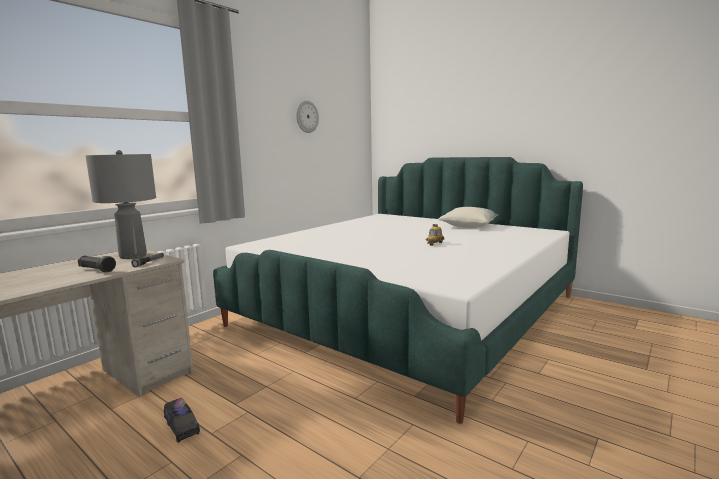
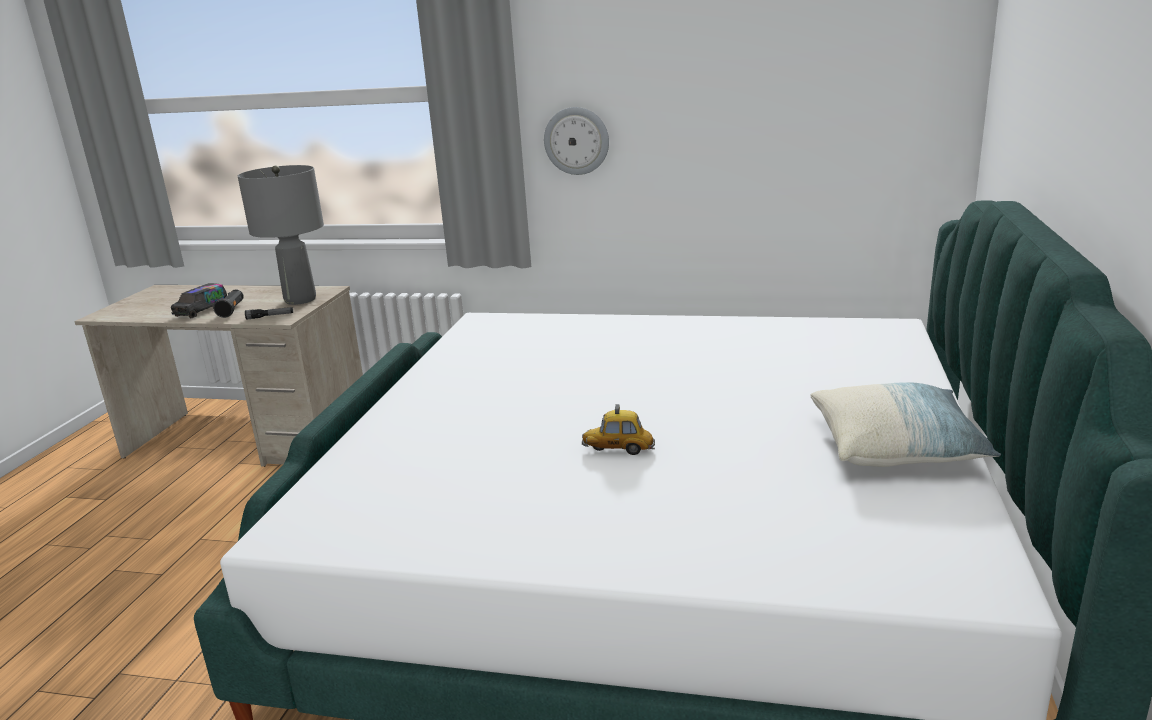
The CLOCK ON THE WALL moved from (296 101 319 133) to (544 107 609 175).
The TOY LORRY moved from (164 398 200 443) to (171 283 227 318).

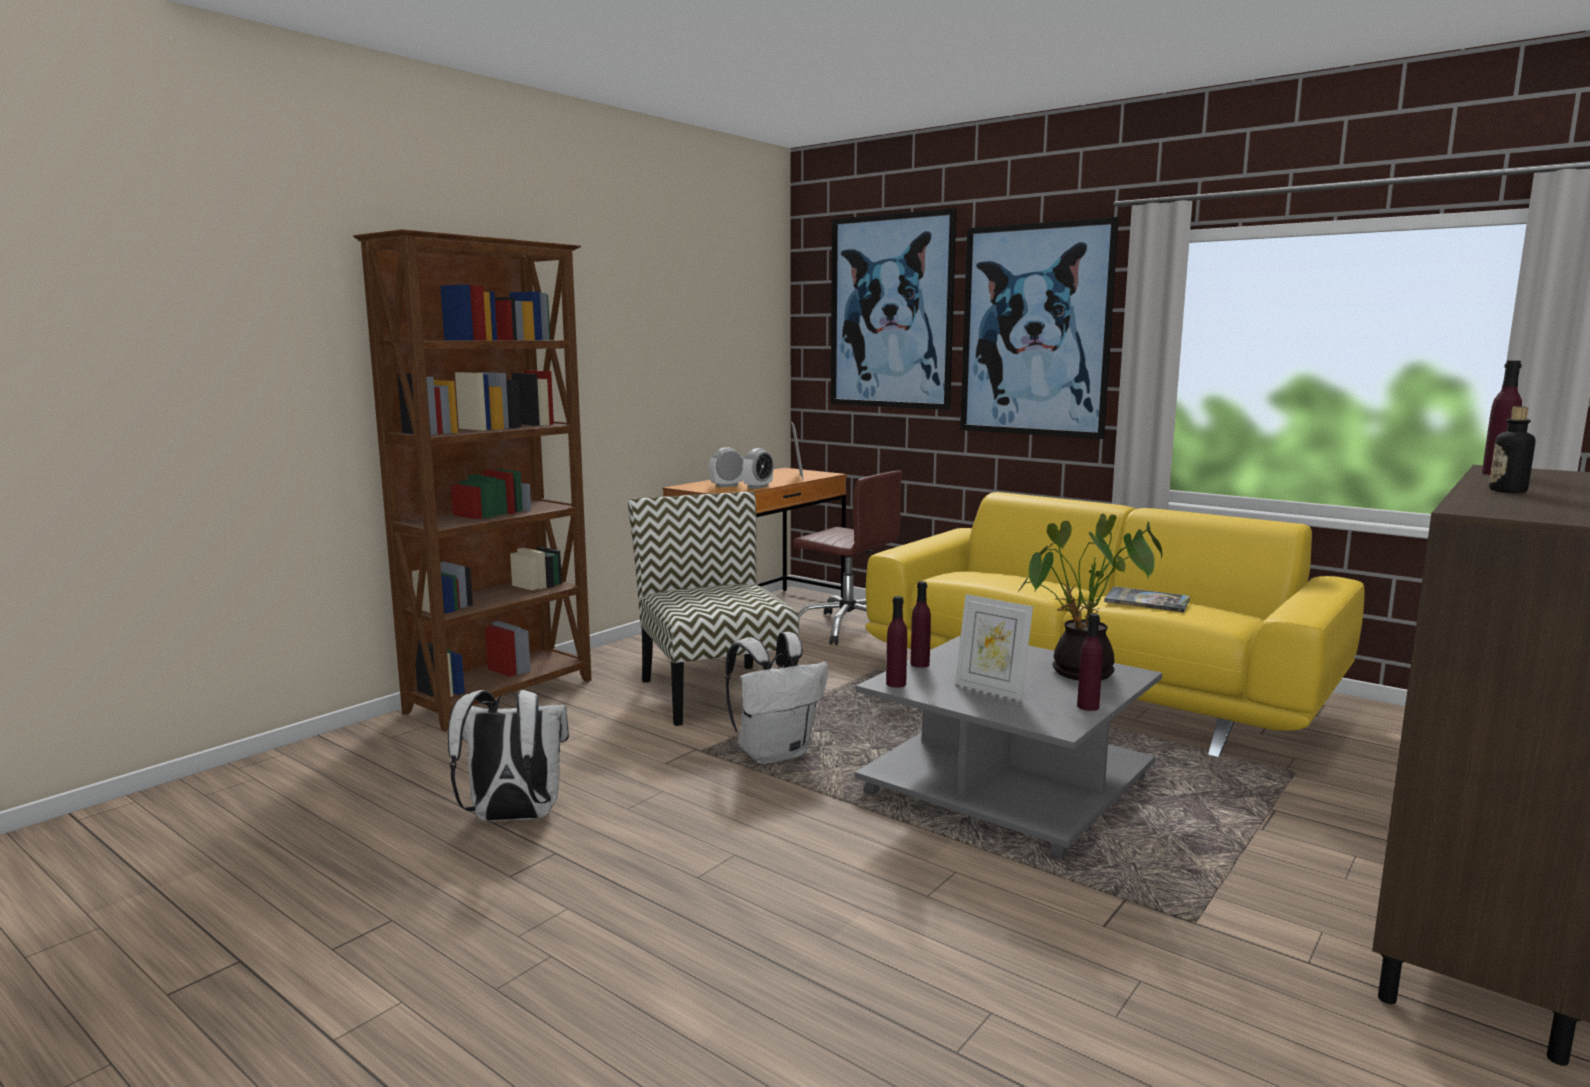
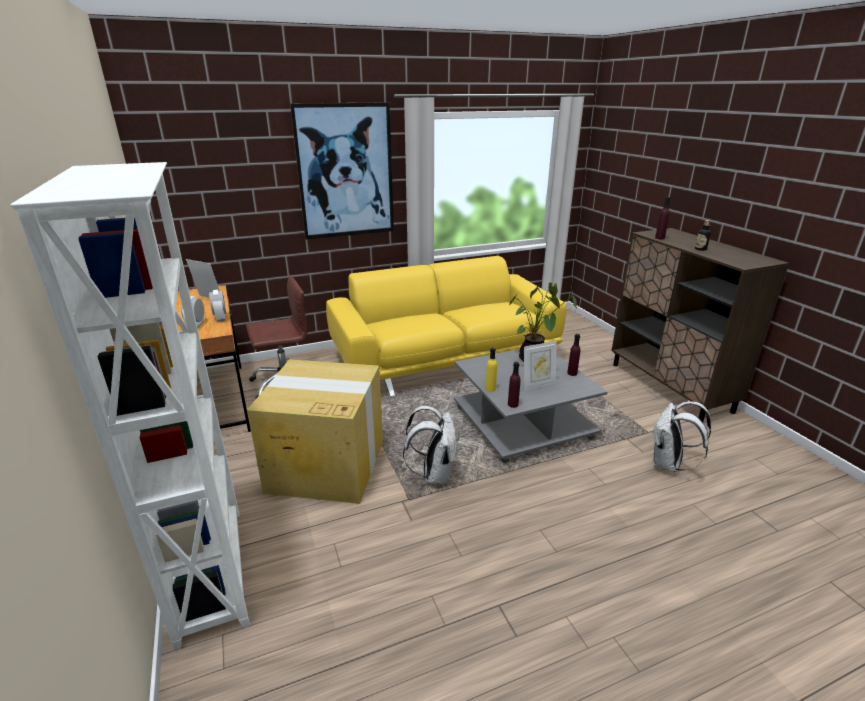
The WALL PICTURE at (831 208 957 410) disappeared.
The BROWNISH BOOKCASE at (353 229 592 731) became the WHITISH BOOKCASE at (10 162 250 650).
The CHAIR at (628 492 799 726) was replaced by the CARTON at (247 360 383 504).
The PURPLISH DRINK BOTTLE at (910 581 931 668) became the YELLOW-COLOURED DRINK BOTTLE at (486 348 497 392).
The VOLUME at (1104 586 1190 612) disappeared.
The WHITISH KNAPSACK moved from (448 690 569 821) to (653 401 711 473).

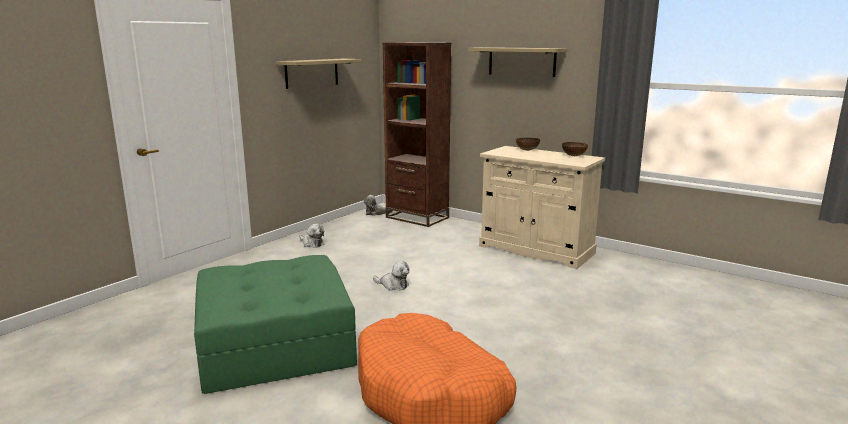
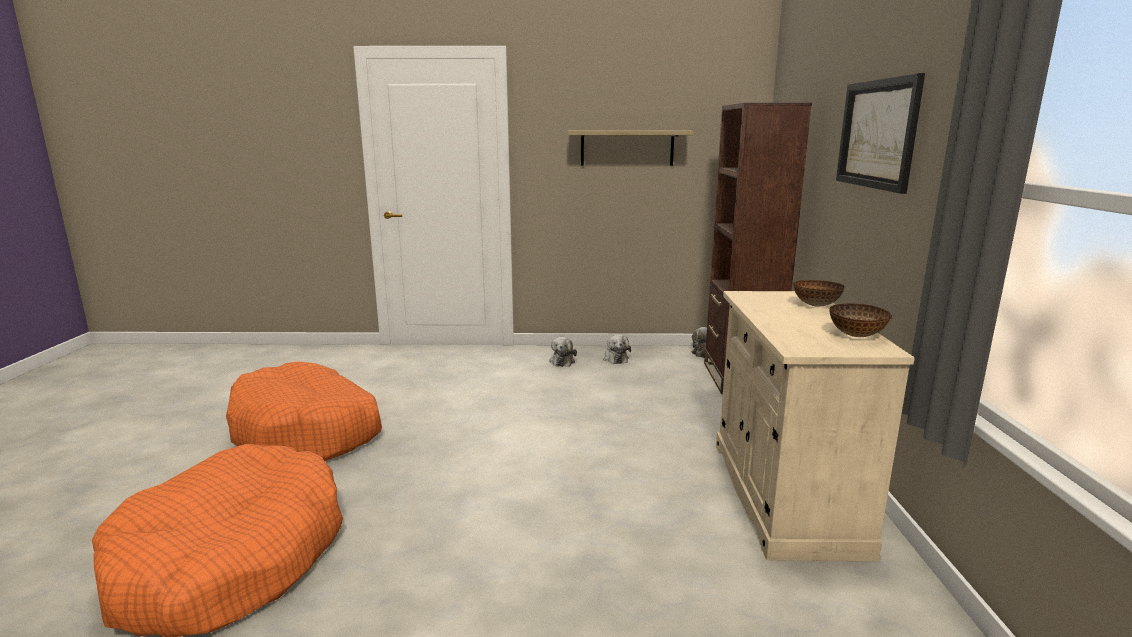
The BRACKET SHELF at (468 47 567 77) was replaced by the WALL PICTURE at (836 73 925 194).
The GREENISH POUFFE at (194 255 357 394) was replaced by the ORANGE PET BED at (226 361 382 461).
The CUDDLY TOY moved from (373 261 409 291) to (603 334 631 364).

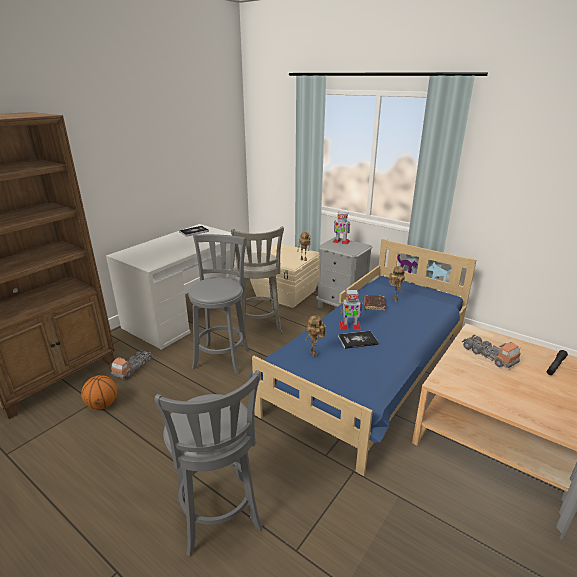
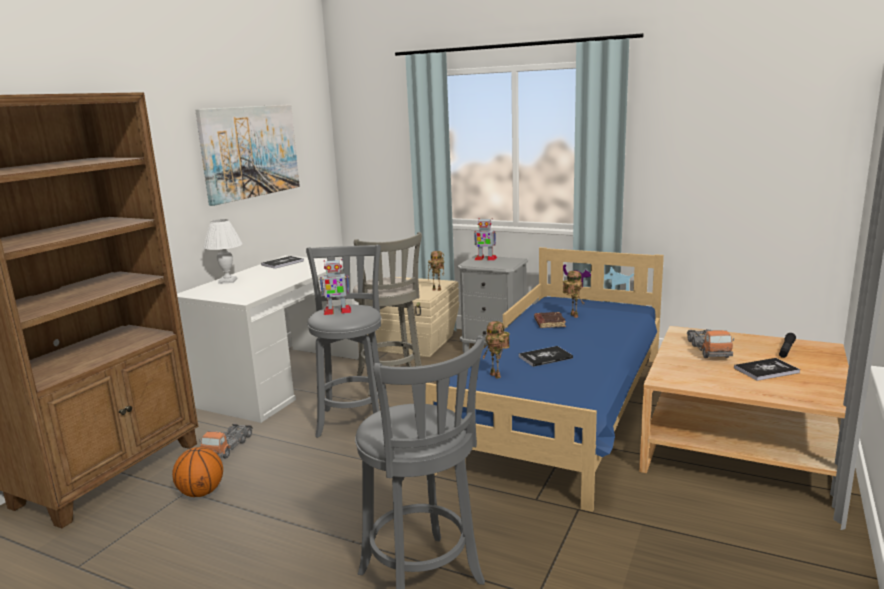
The MODEL ROBOT moved from (340 290 363 329) to (319 259 351 315).
The TOY LORRY at (462 335 521 368) turned 45 degrees clockwise.
The WALL PICTURE at (195 105 300 206) appeared.
The WHITISH TABLE LAMP at (203 219 243 284) appeared.
The VOLUME at (734 358 800 381) appeared.

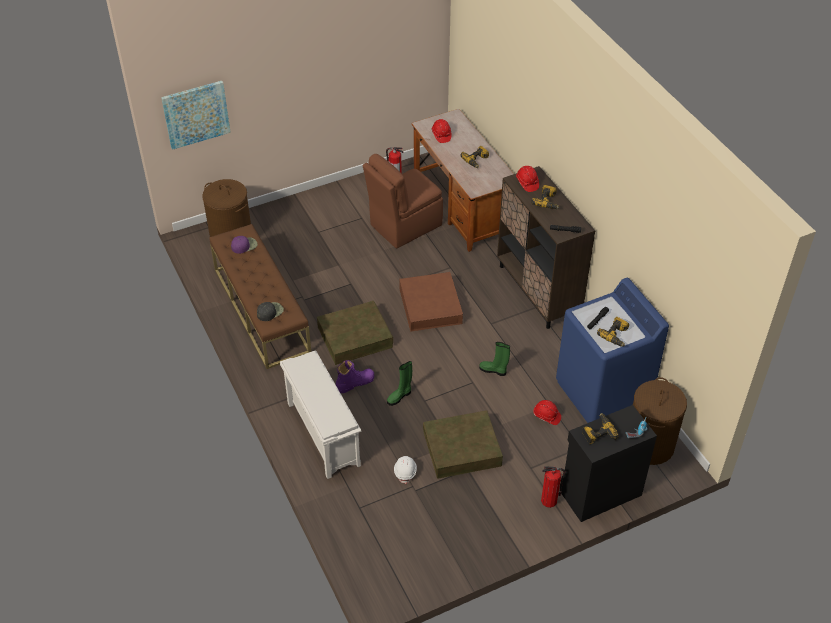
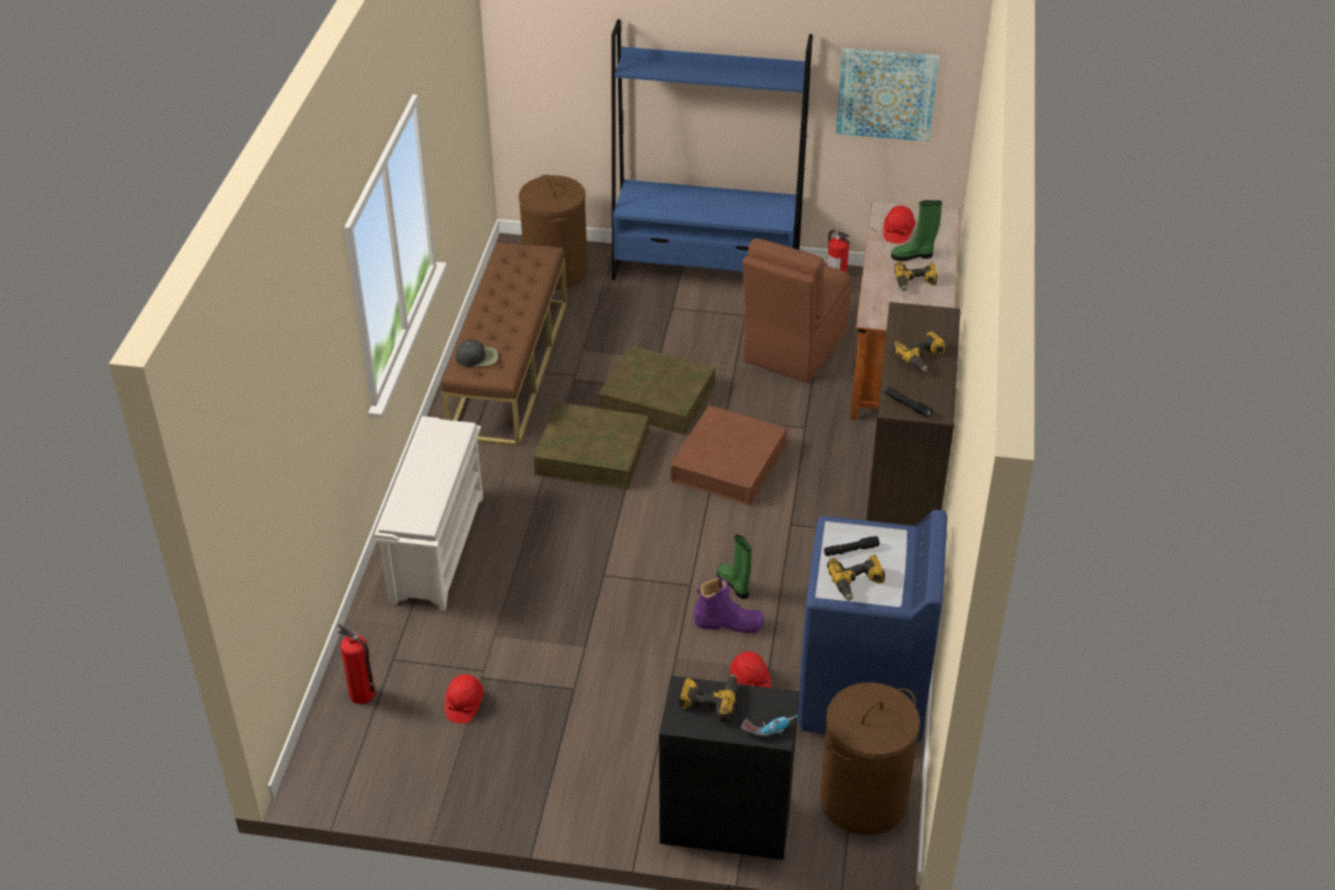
The WALL PICTURE moved from (161 81 231 150) to (836 48 939 142).
The BROWNISH CHAIR at (363 154 443 248) turned 60 degrees counterclockwise.
The REDDISH HARD HAT moved from (516 166 539 192) to (445 674 484 724).
The PURPLISH PEAKED CAP at (231 236 258 254) disappeared.
The PURPLISH TALL BOOT moved from (336 360 375 393) to (694 577 764 633).
The GREENISH TALL BOOT moved from (387 361 412 406) to (891 200 942 261).
The BROWNISH STORAGE CONTAINER moved from (423 410 503 479) to (598 346 716 435).
The WHITISH HARD HAT at (394 456 417 484) disappeared.
The EXTINGUISHER moved from (541 466 566 508) to (338 624 375 704).
The BLUE-COLOURED BOOKCASE at (611 19 813 280) appeared.

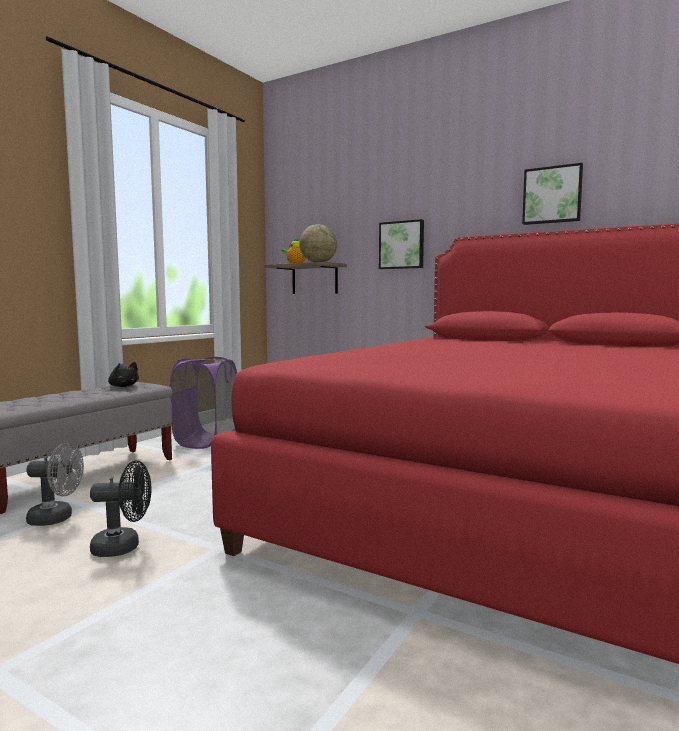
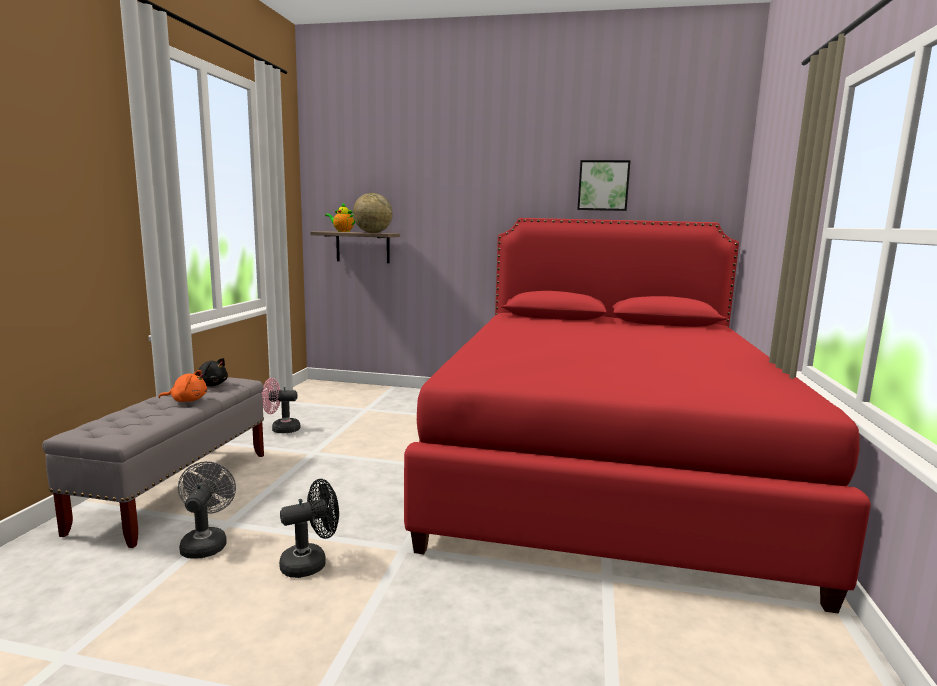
The WALL PICTURE at (379 219 424 269) disappeared.
The PURPLISH LAUNDRY BASKET at (170 357 237 449) was replaced by the PINK-COLOURED COOLING FAN at (261 378 300 433).
The GREY COOLING FAN at (26 442 84 526) turned 75 degrees counterclockwise.
The ORANGE CUDDLY TOY at (159 370 207 402) appeared.

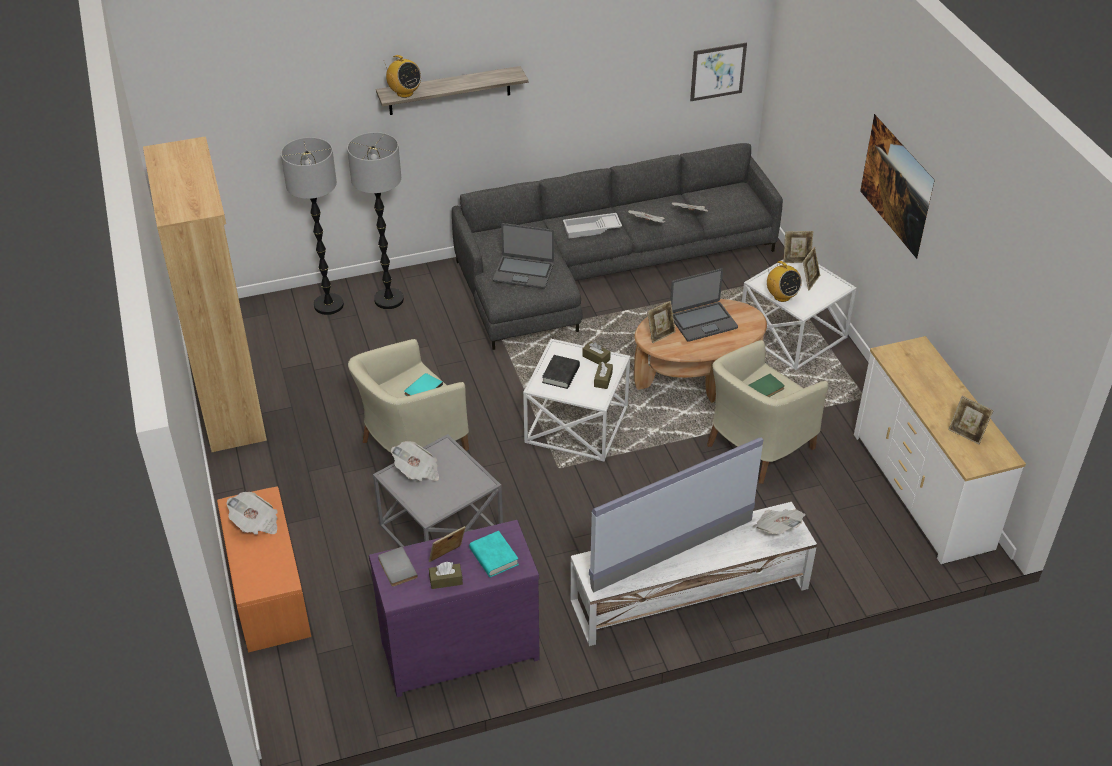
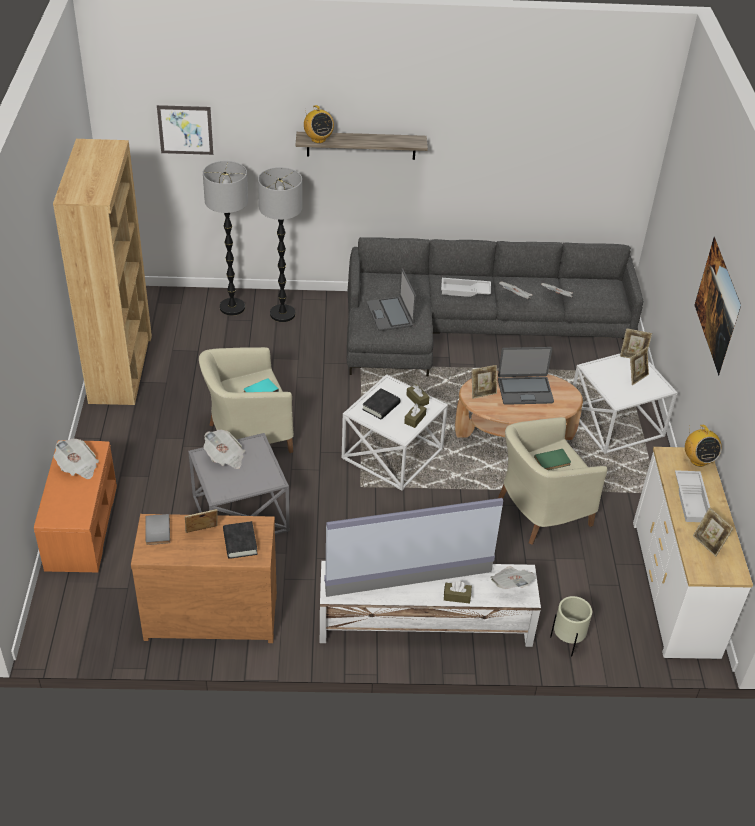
The WALL PICTURE moved from (690 42 747 101) to (157 105 213 155).
The NOTEBOOK COMPUTER at (493 223 554 289) turned 45 degrees clockwise.
The RADIO RECEIVER moved from (767 261 802 302) to (685 425 722 467).
The PURPLISH DRESSER at (369 520 540 697) became the BROWNISH DRESSER at (131 514 277 643).
The TURQUOISE VOLUME at (469 531 519 577) became the BLACK-COLOURED VOLUME at (223 521 258 559).
The BROWNISH TISSUE BOX moved from (429 562 463 589) to (444 581 472 604).
The WHITISH TRAY at (675 470 710 522) appeared.
The BEIGE PLANT POT at (550 596 592 656) appeared.

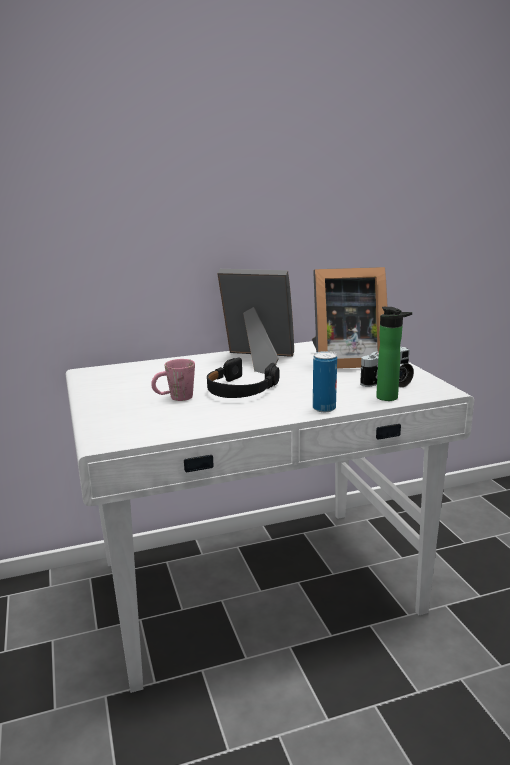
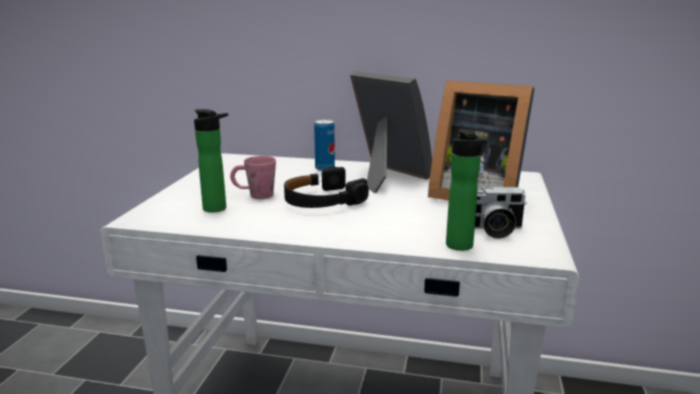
The CAN moved from (313 351 337 412) to (314 119 335 171).
The DRINK BOTTLE at (194 109 228 212) appeared.

